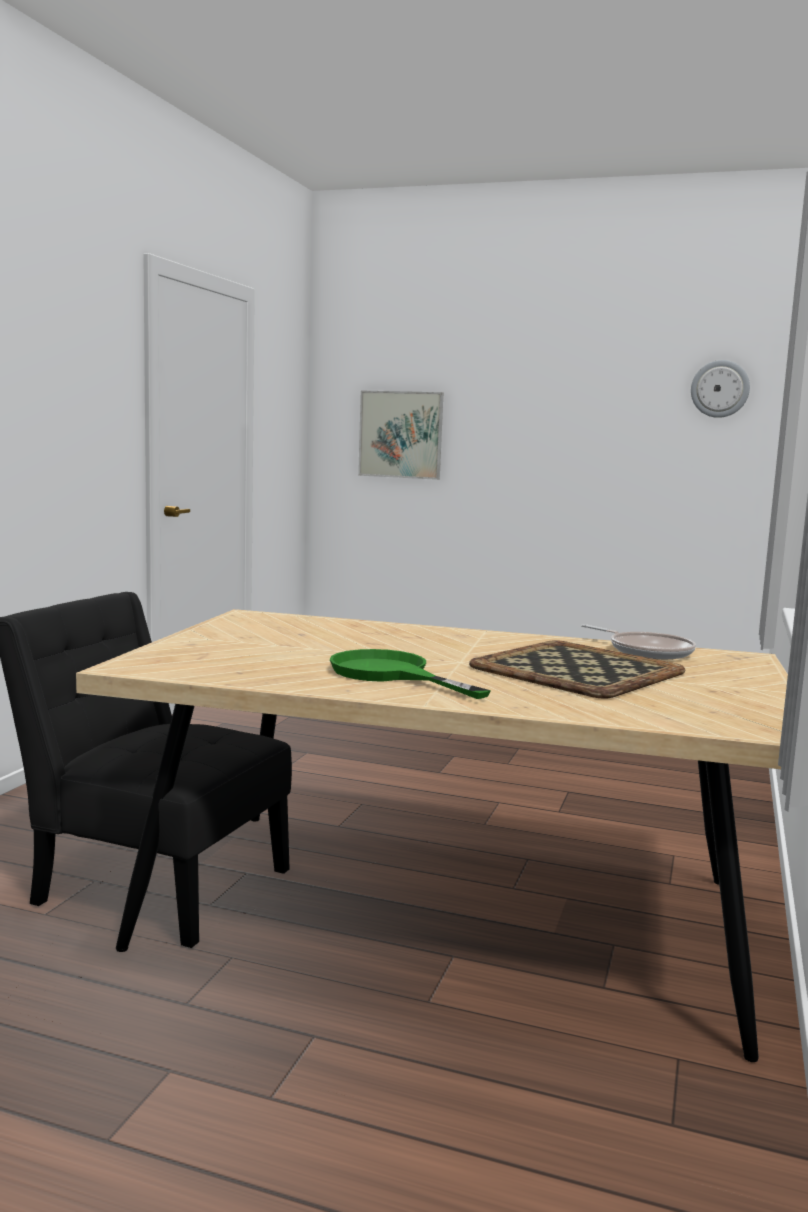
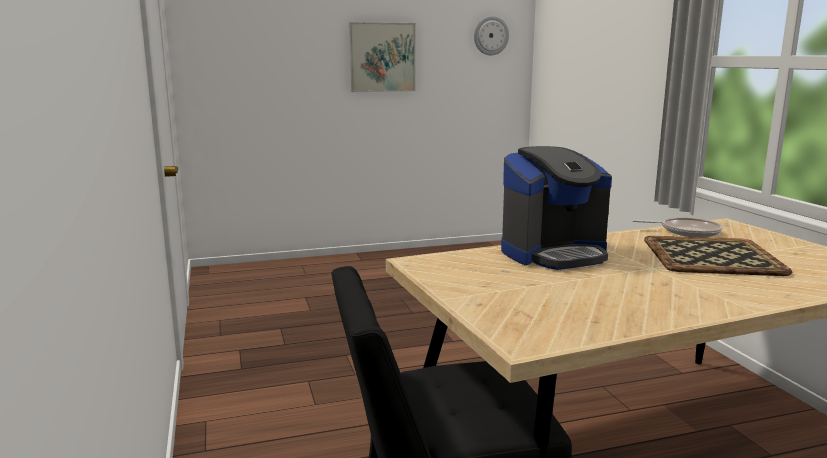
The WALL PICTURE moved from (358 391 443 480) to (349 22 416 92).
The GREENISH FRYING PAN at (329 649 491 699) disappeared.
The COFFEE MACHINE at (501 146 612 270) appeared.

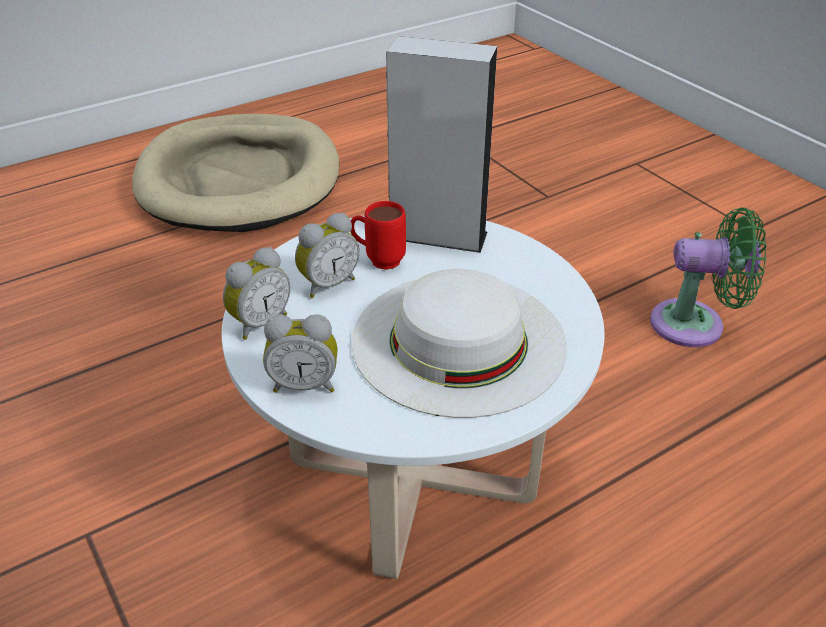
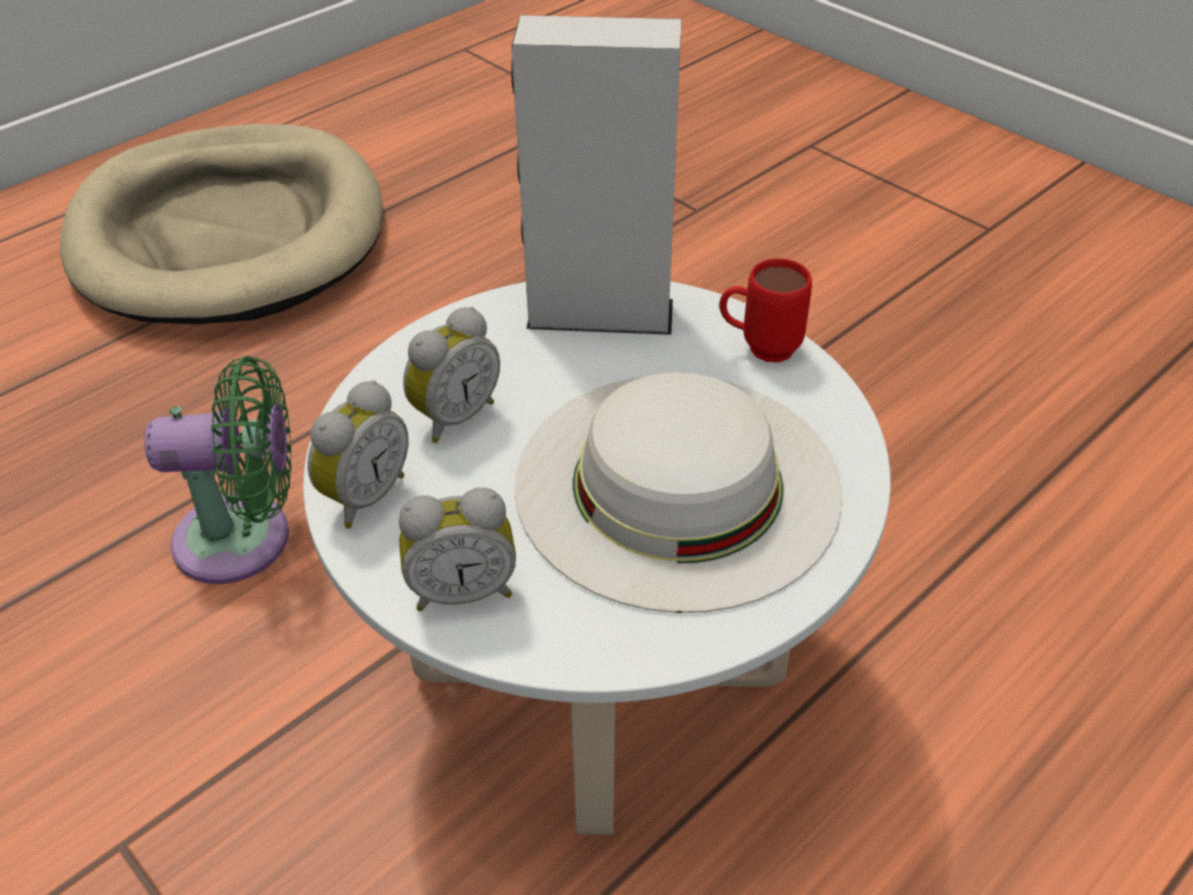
The REDDISH MUG moved from (351 201 406 270) to (720 258 812 362).
The GREENISH COOLING FAN moved from (650 208 767 347) to (144 356 291 584).

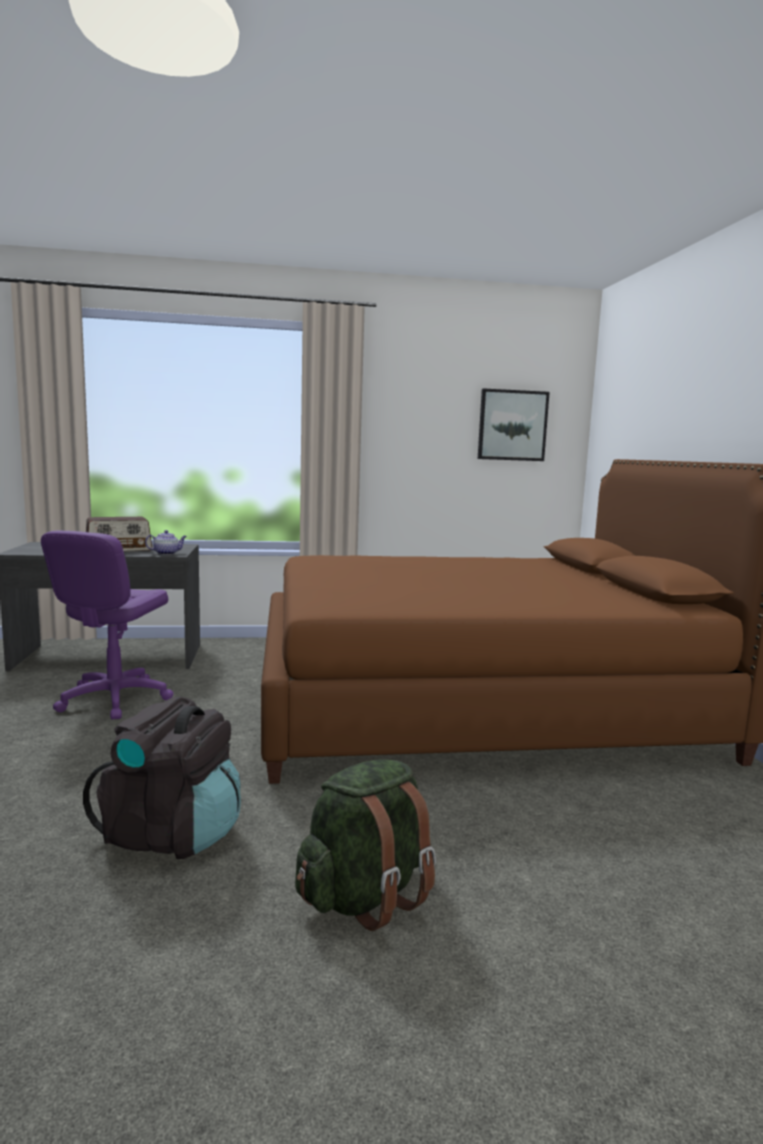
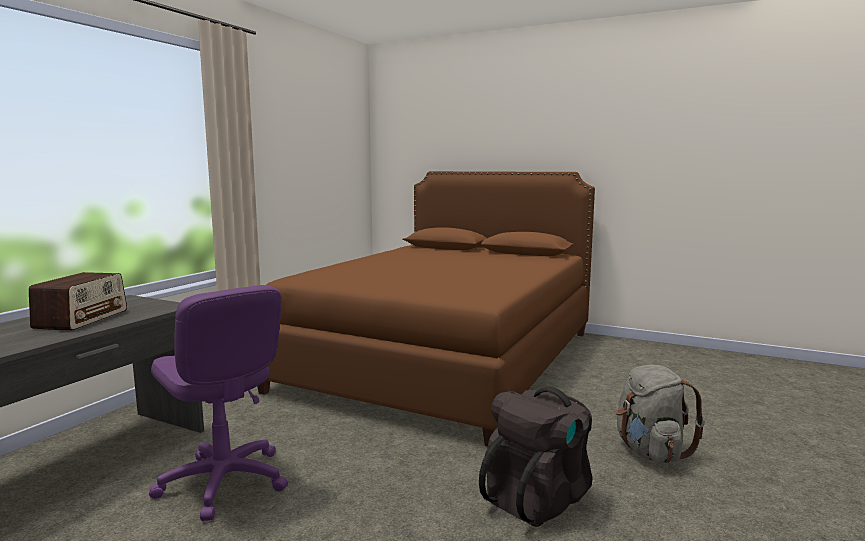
The WALL PICTURE at (478 388 550 461) disappeared.
The TEAPOT at (145 530 187 555) disappeared.
The GREENISH KNAPSACK at (295 759 436 931) became the GREY KNAPSACK at (616 364 705 463).

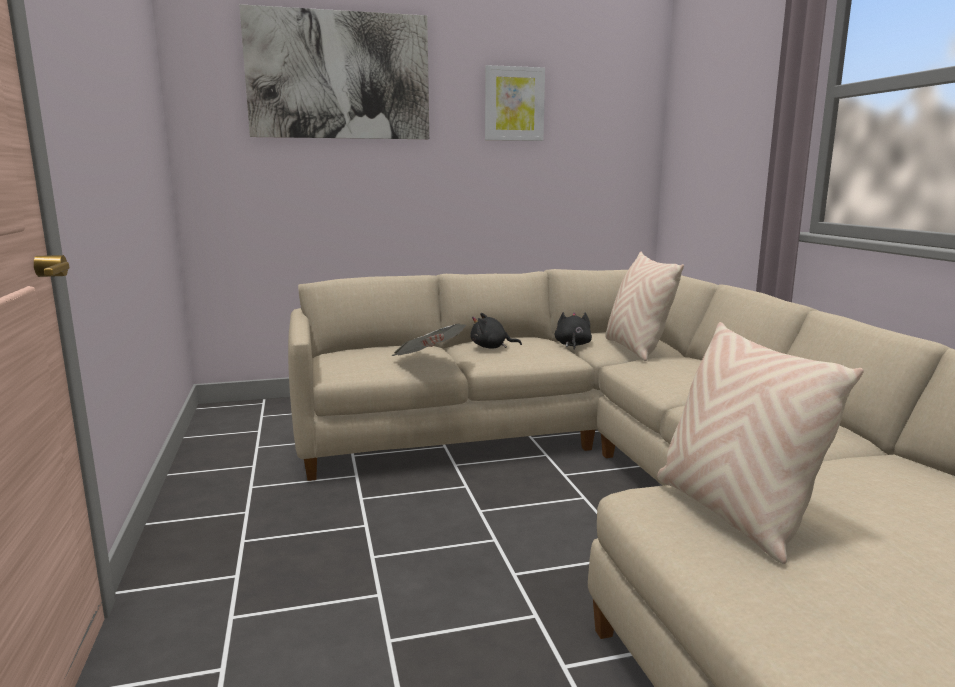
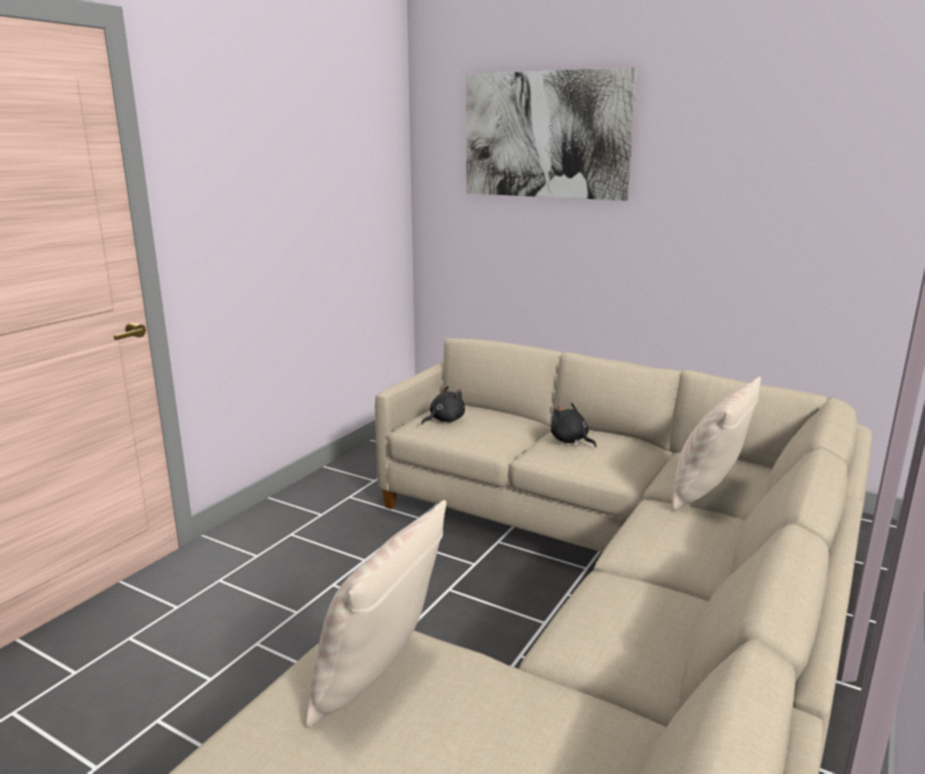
The WALL PICTURE at (485 65 545 141) disappeared.
The BLACK-COLOURED CUDDLY TOY moved from (555 312 592 350) to (421 386 465 425).
The DAILY PAPER at (391 323 466 356) disappeared.

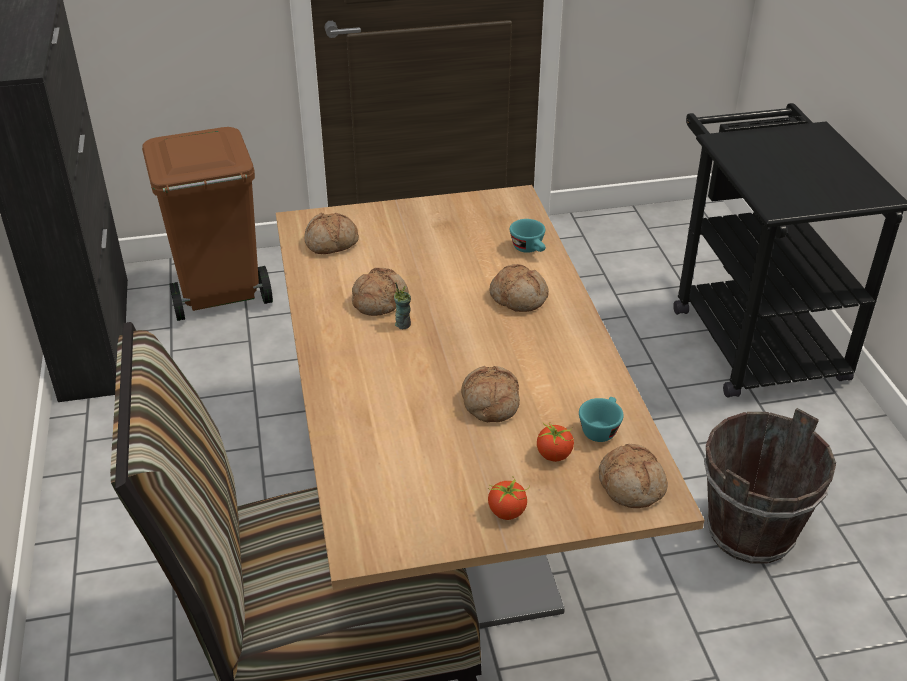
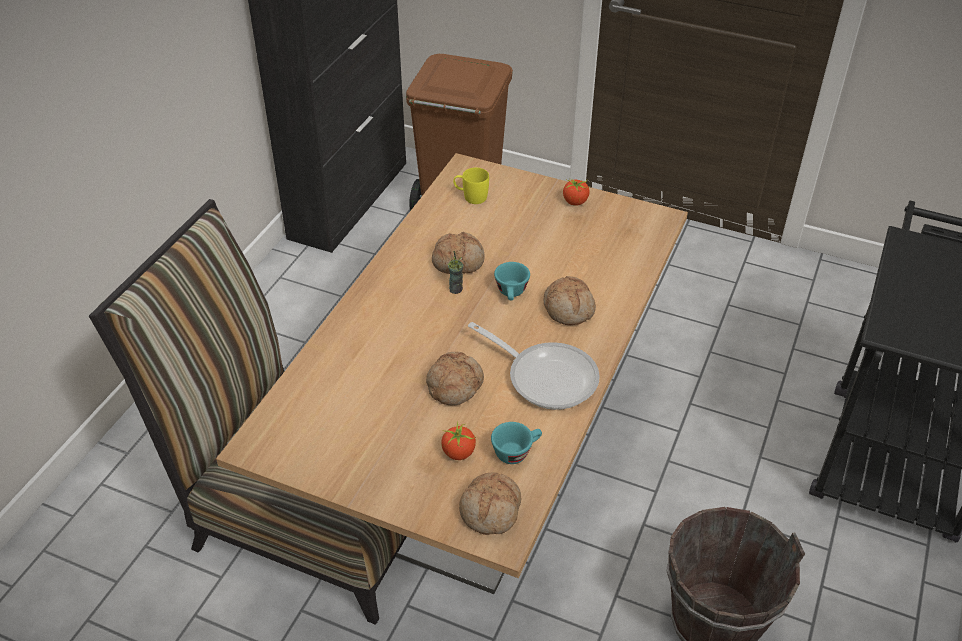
The BAKERY BREAD at (304 212 359 254) was replaced by the YELLOW-COLOURED MUG at (453 168 489 204).
The TURQUOISE SMALL CUP moved from (510 219 546 253) to (494 262 530 300).
The WHOLE TOMATO moved from (488 476 530 520) to (563 179 590 206).
The FRYING PAN at (468 322 600 410) appeared.

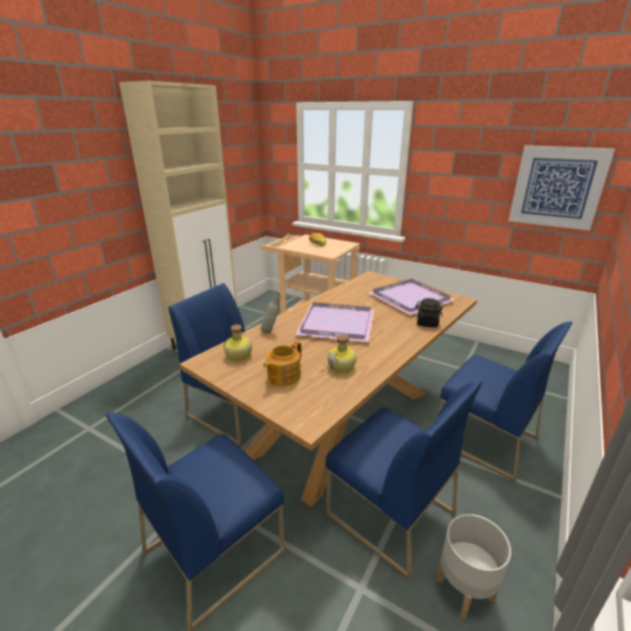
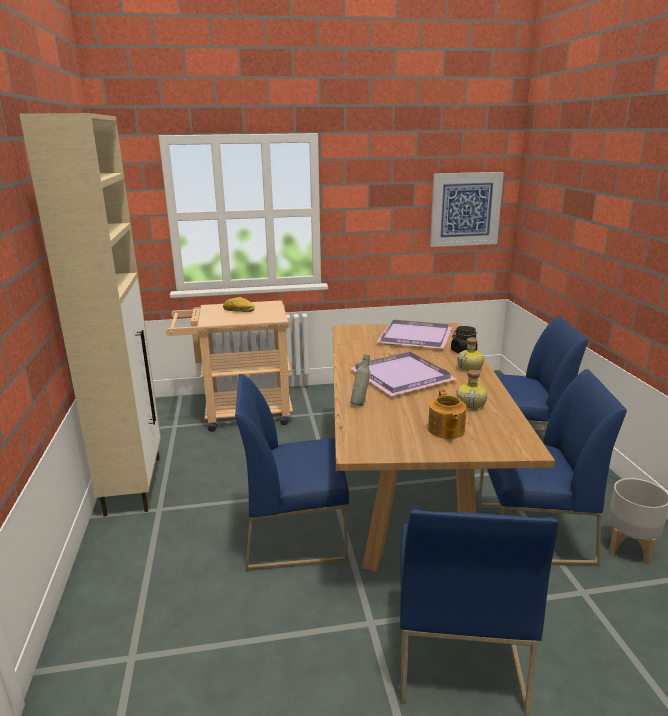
The DRINK BOTTLE moved from (223 325 252 362) to (457 338 484 372).

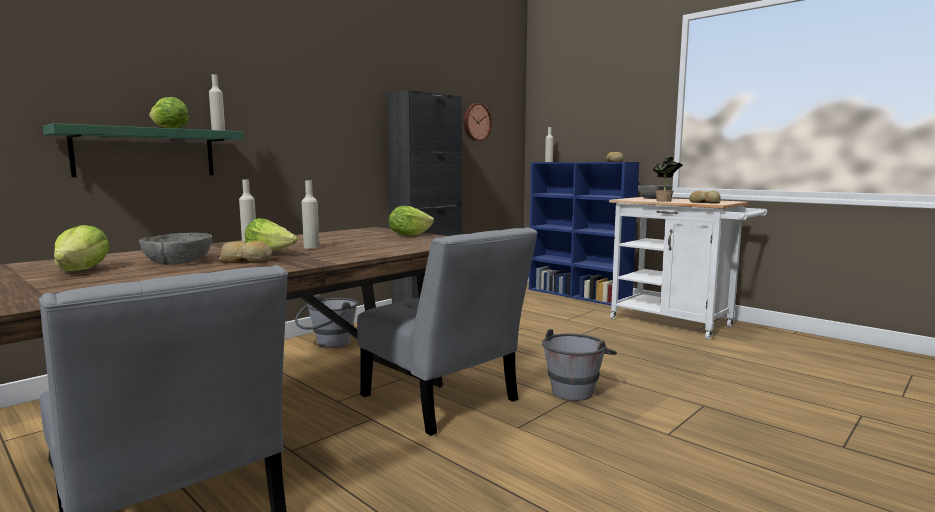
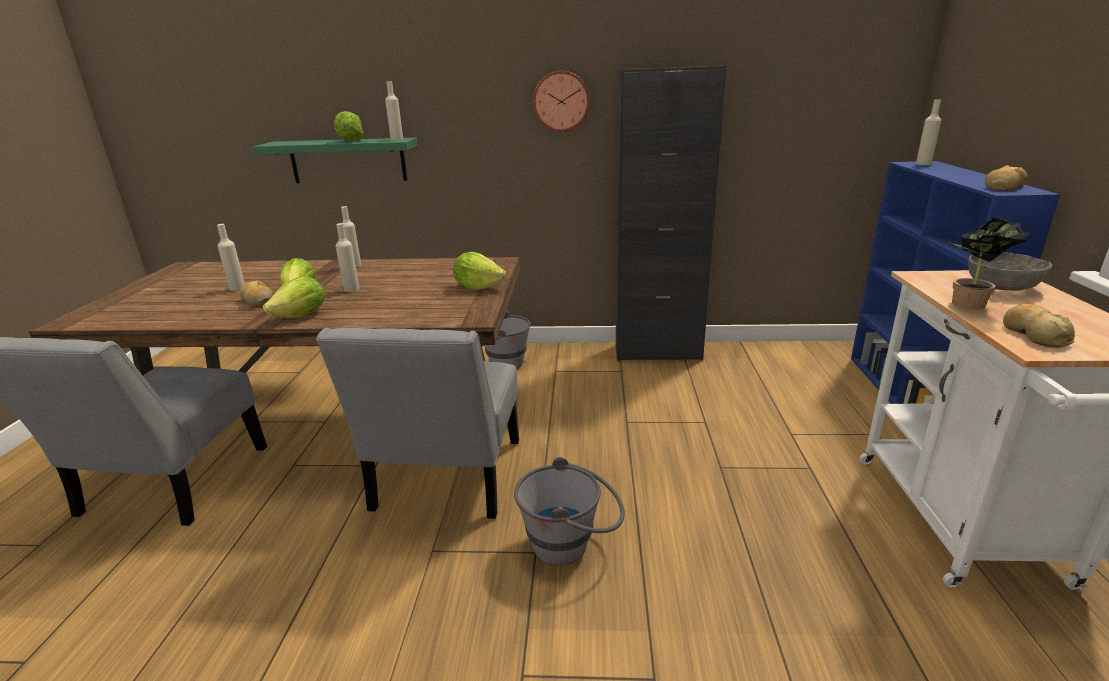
The CLOCK ON THE WALL moved from (463 103 492 141) to (533 71 590 132).
The LETTUCE HEAD moved from (54 225 110 271) to (263 276 325 318).
The GREY DEEP DISH at (139 233 212 265) was replaced by the BEIGE DRINK BOTTLE at (217 224 245 291).

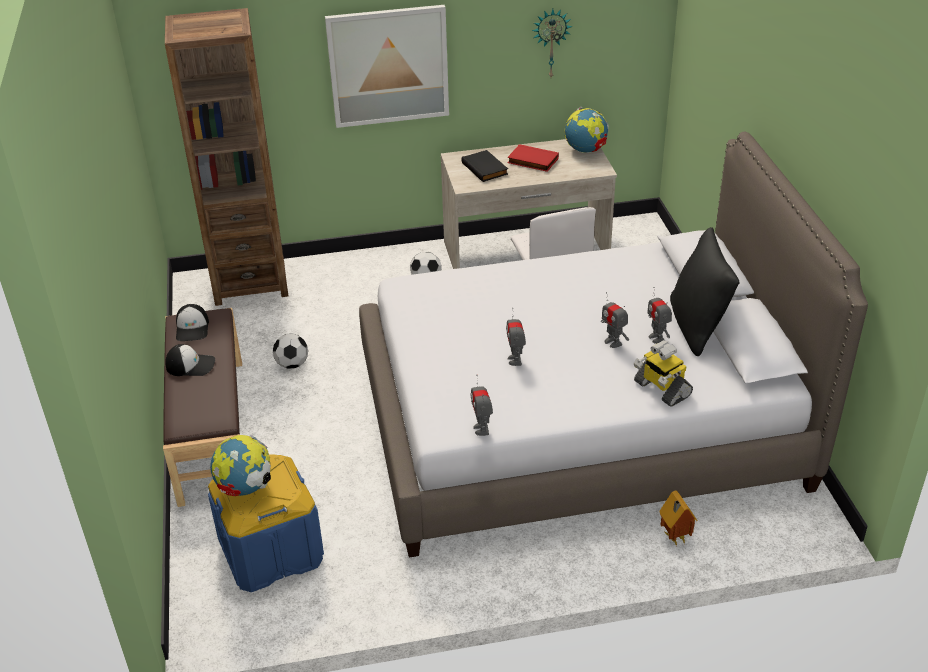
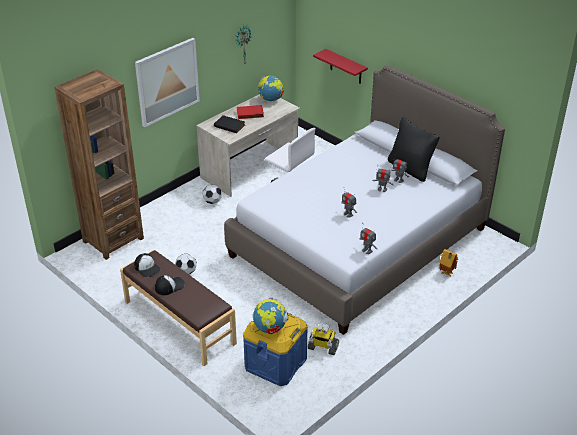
The MODEL ROBOT moved from (634 340 693 407) to (308 323 339 355).
The REDDISH BRACKET SHELF at (313 49 368 84) appeared.

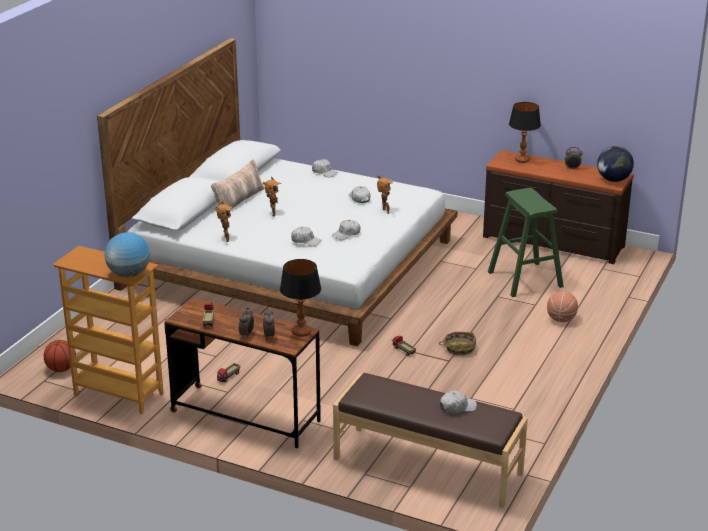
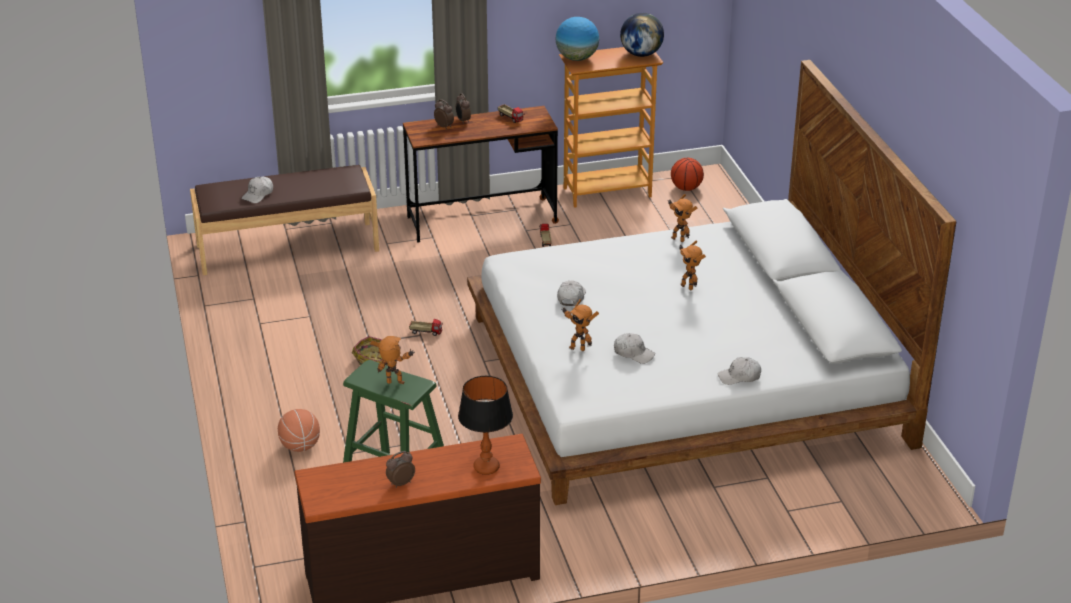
The GLOBE moved from (597 146 634 182) to (620 13 664 57).
The CUSHION at (211 159 264 207) disappeared.
The WHITISH PEAKED CAP at (291 227 321 247) disappeared.
The TABLE LAMP at (280 259 321 337) disappeared.
The MODEL ROBOT at (370 336 415 384) appeared.

